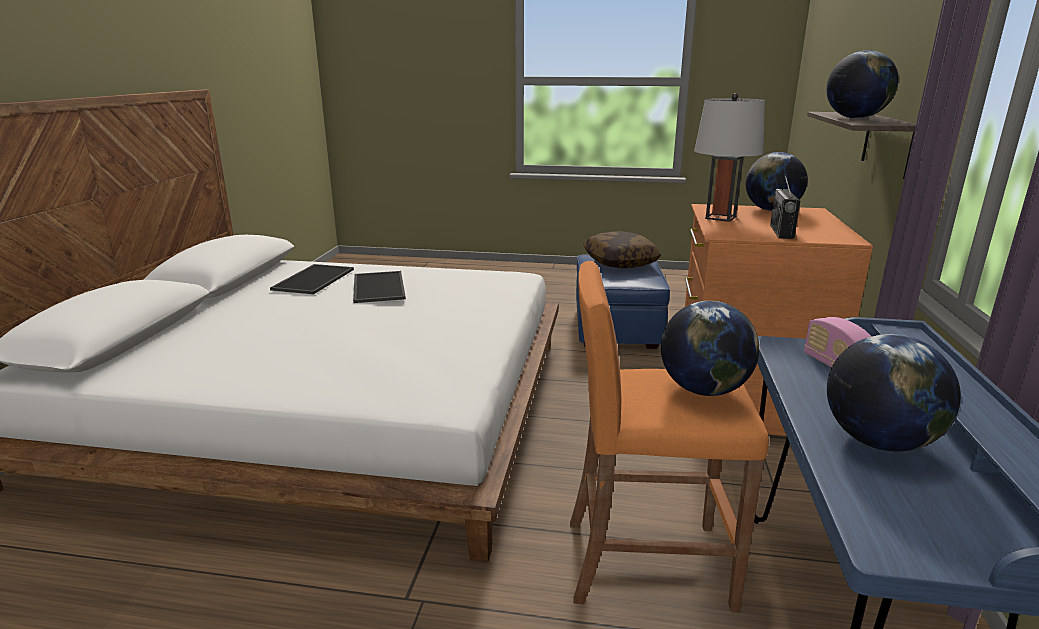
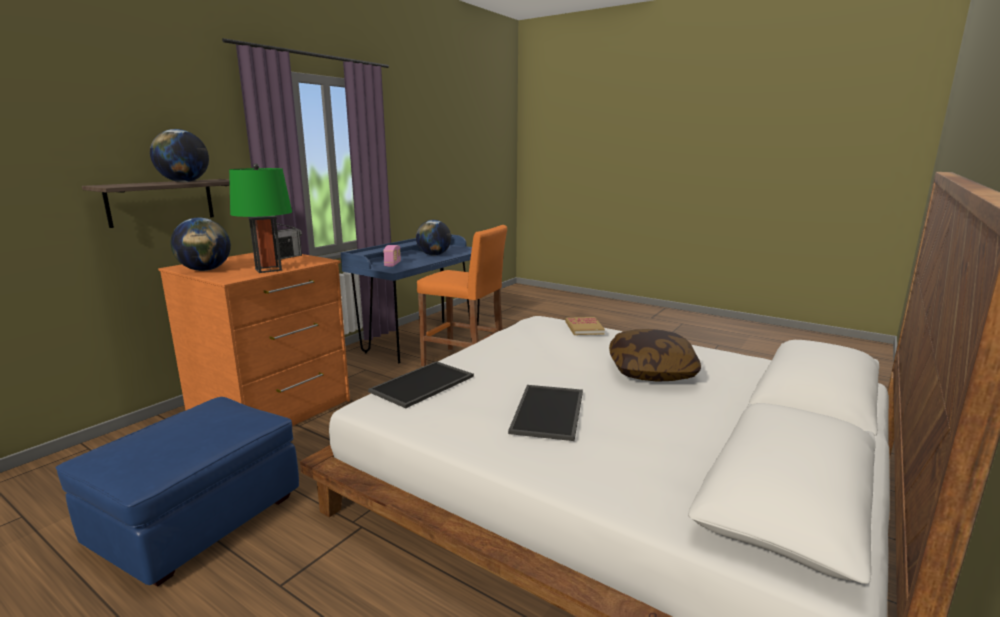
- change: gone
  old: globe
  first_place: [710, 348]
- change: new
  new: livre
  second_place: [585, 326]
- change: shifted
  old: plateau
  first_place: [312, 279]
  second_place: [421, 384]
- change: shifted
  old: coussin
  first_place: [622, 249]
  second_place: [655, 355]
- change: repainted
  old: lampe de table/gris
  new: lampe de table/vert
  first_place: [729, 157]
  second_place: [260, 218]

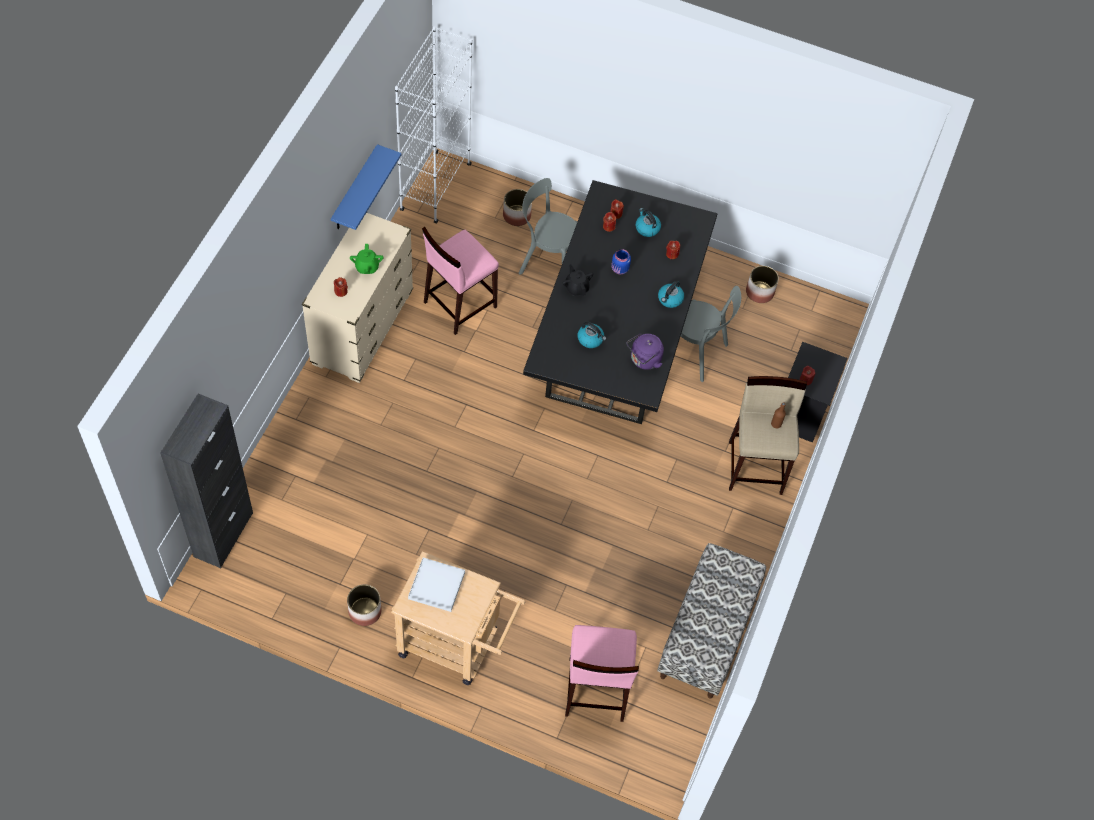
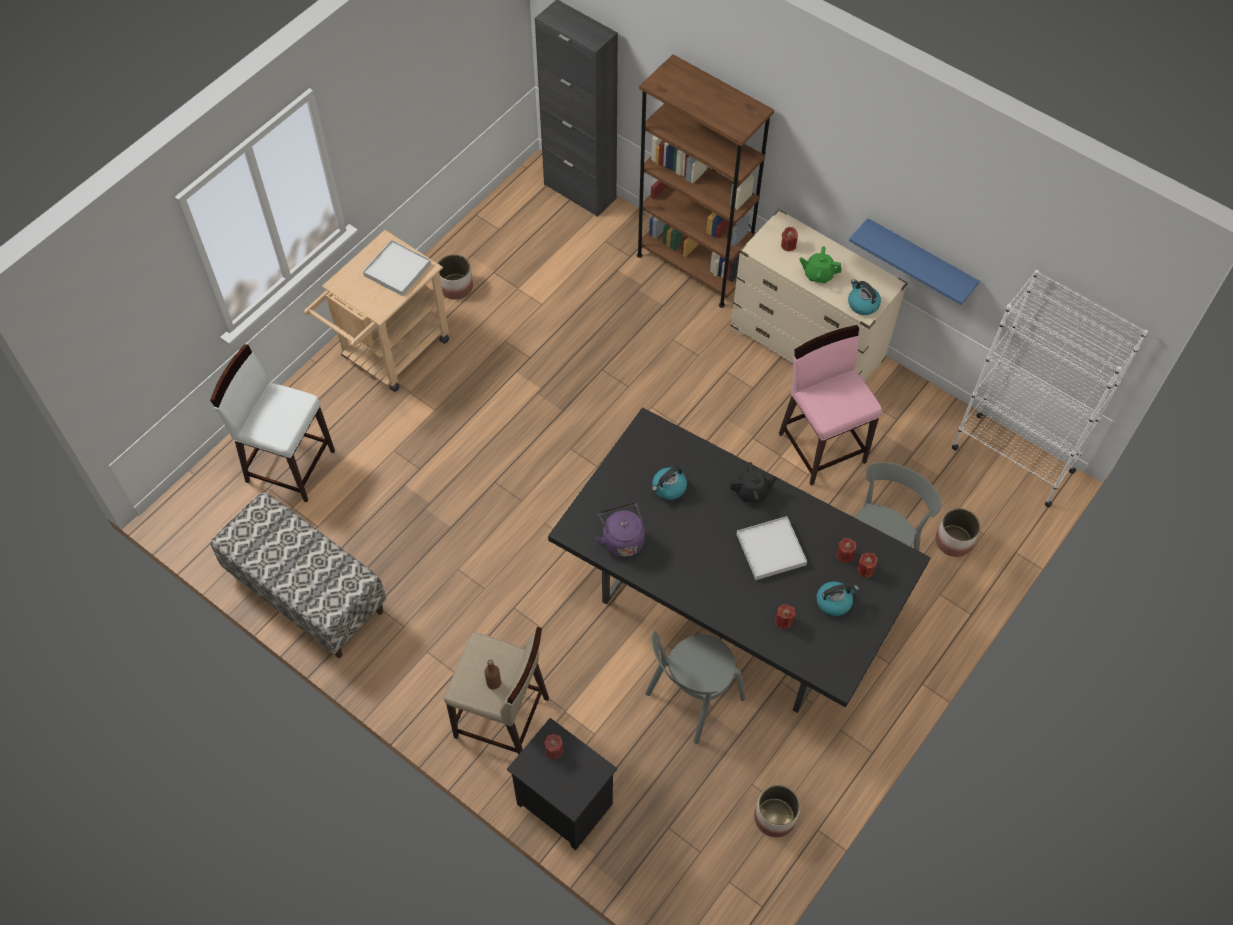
- change: new
  new: bibliothèque/marron
  second_place: [705, 181]
- change: shifted
  old: bouilloire
  first_place: [671, 294]
  second_place: [864, 297]
- change: swapped
  old: bocal/bleu
  new: plateau/blanc
  first_place: [621, 261]
  second_place: [771, 548]
- change: repainted
  old: tabouret/rose
  new: tabouret/blanc
  first_place: [602, 673]
  second_place: [272, 423]

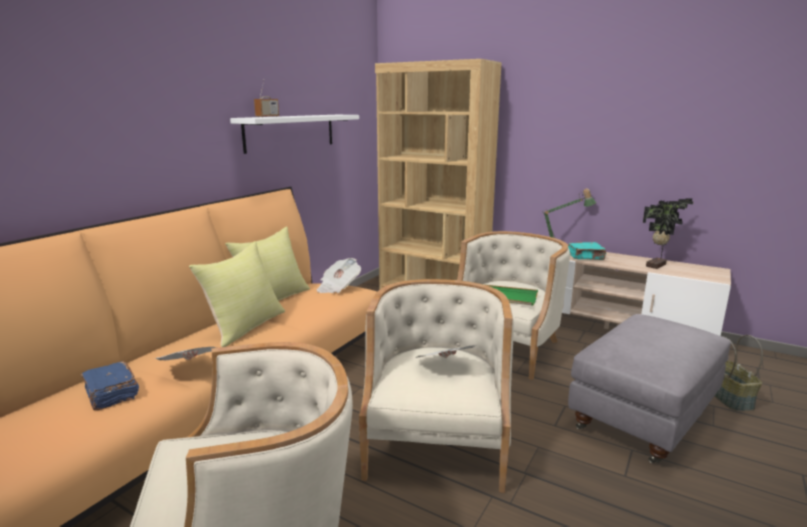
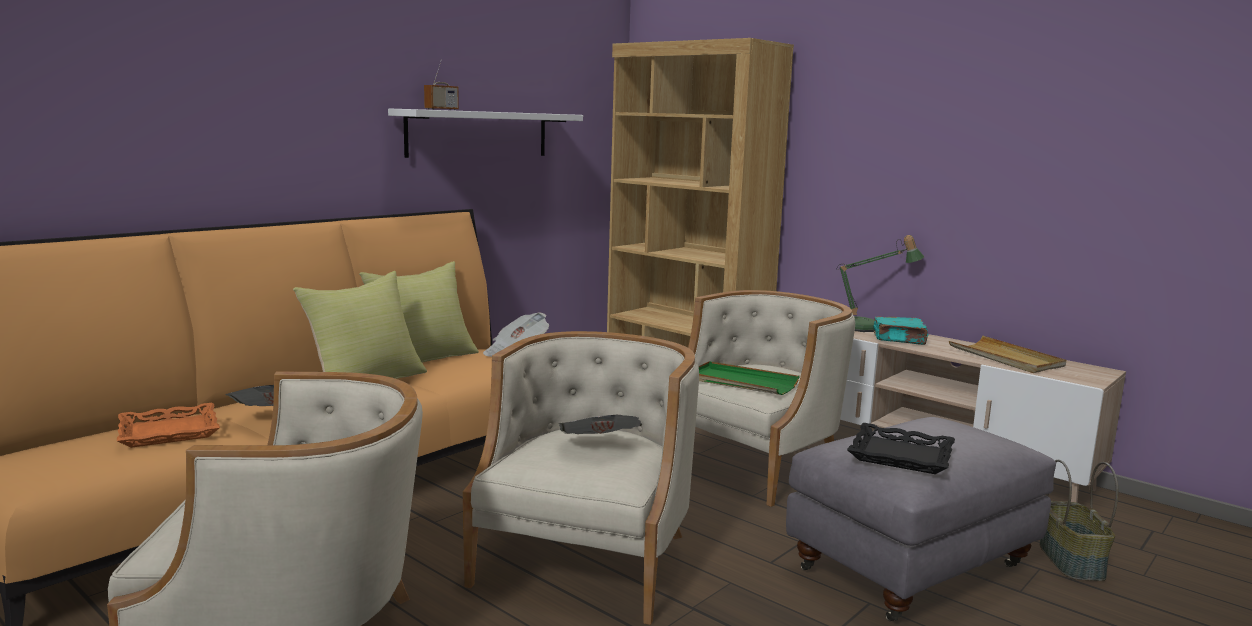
- change: new
  new: plateau/noir
  second_place: [901, 448]
- change: swapped
  old: livre/bleu
  new: plateau/orange
  first_place: [109, 385]
  second_place: [168, 425]
- change: swapped
  old: plante en pot
  new: plateau/beige
  first_place: [668, 233]
  second_place: [1007, 354]

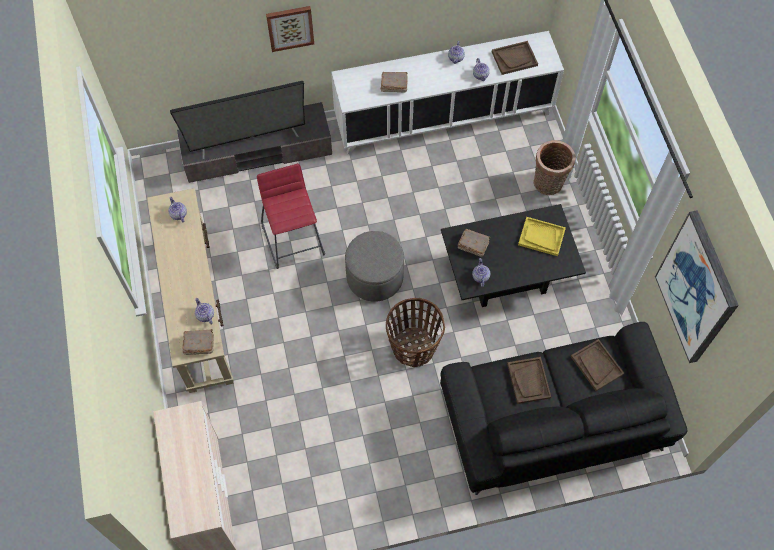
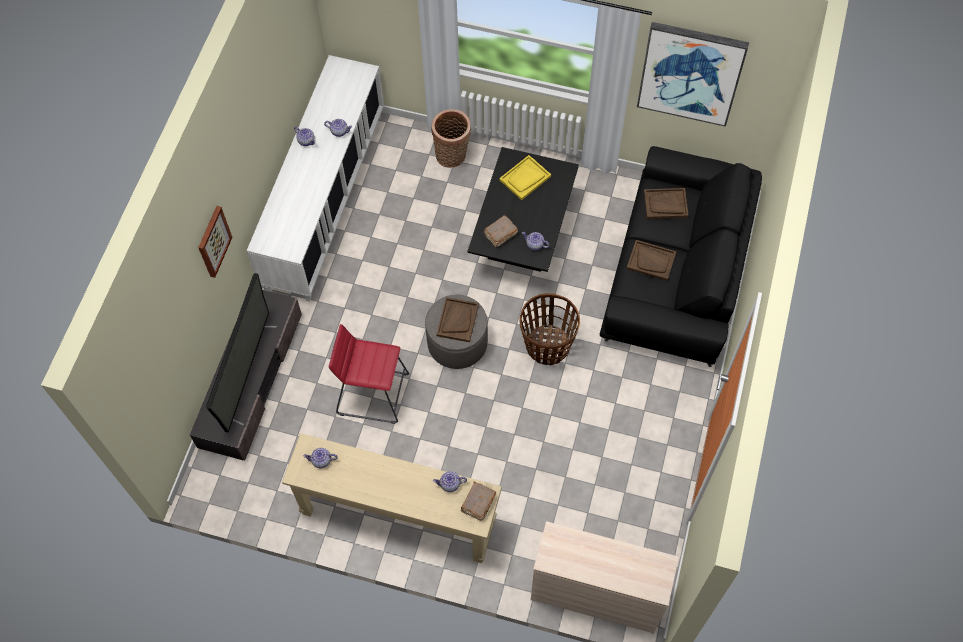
- change: gone
  old: livre/marron
  first_place: [394, 82]
- change: shifted
  old: plateau/marron
  first_place: [515, 58]
  second_place: [457, 319]

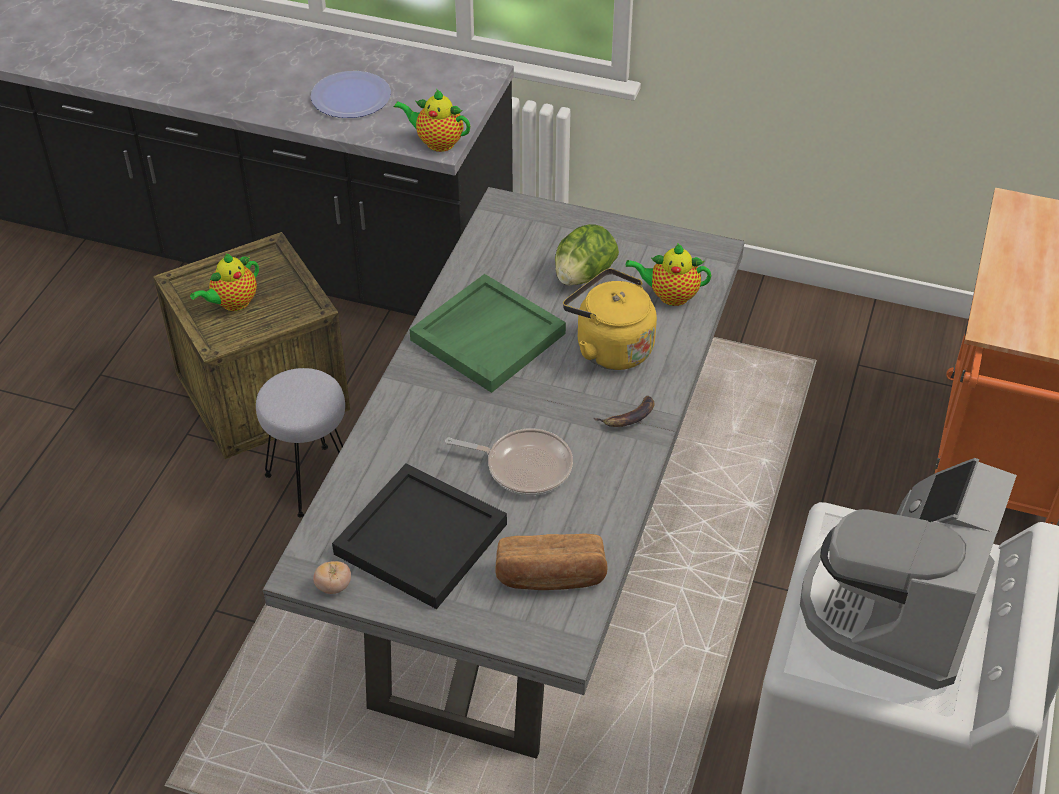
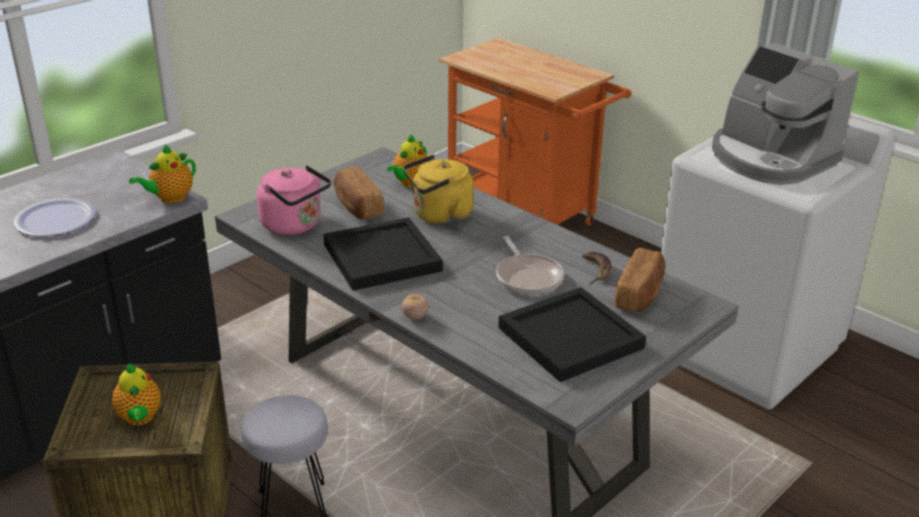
- change: new
  new: bouilloire/rose
  second_place: [294, 200]
- change: shifted
  old: tomate
  first_place: [332, 577]
  second_place: [415, 307]
- change: shifted
  old: banane
  first_place: [624, 411]
  second_place: [597, 268]
- change: swapped
  old: laitue
  new: pain
  first_place: [587, 254]
  second_place: [358, 193]
- change: repainted
  old: plateau/vert
  new: plateau/noir
  first_place: [488, 333]
  second_place: [383, 254]
- change: rotated
  old: poêle
  first_place: [509, 462]
  second_place: [530, 265]
  degrees: 120

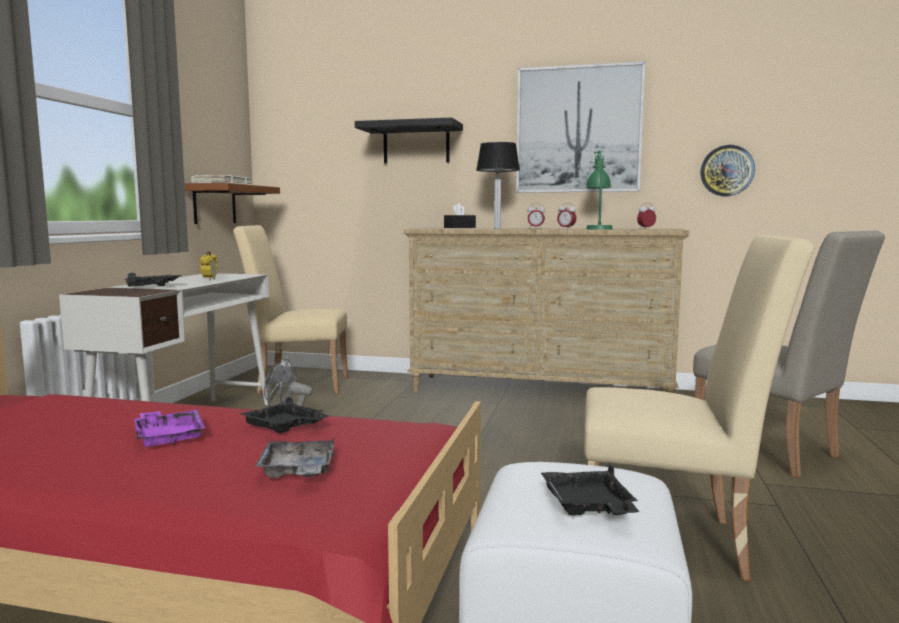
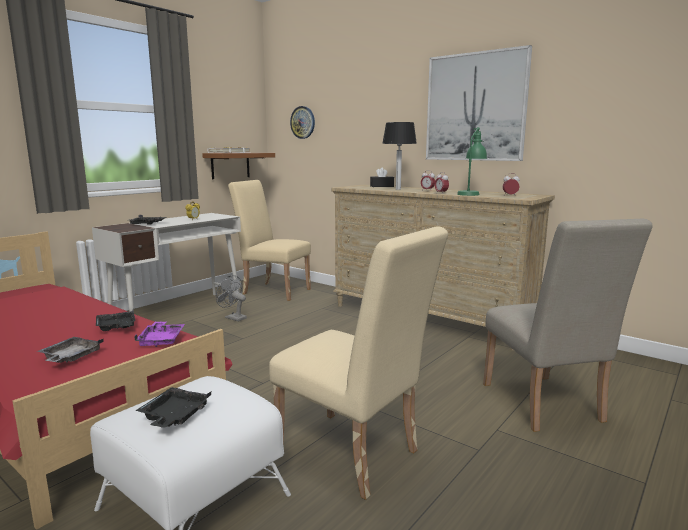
- change: gone
  old: étagère/noir
  first_place: [409, 140]
- change: shifted
  old: plateau/violet
  first_place: [169, 428]
  second_place: [159, 334]
- change: shifted
  old: horloge murale
  first_place: [727, 170]
  second_place: [302, 122]

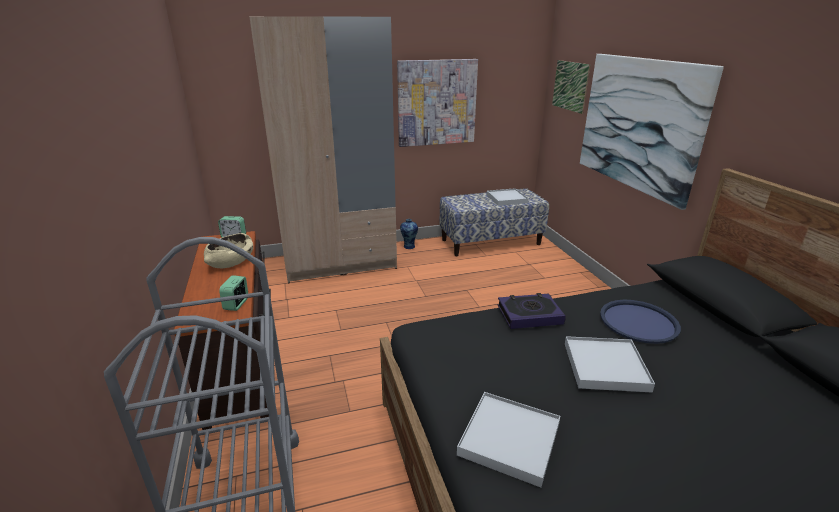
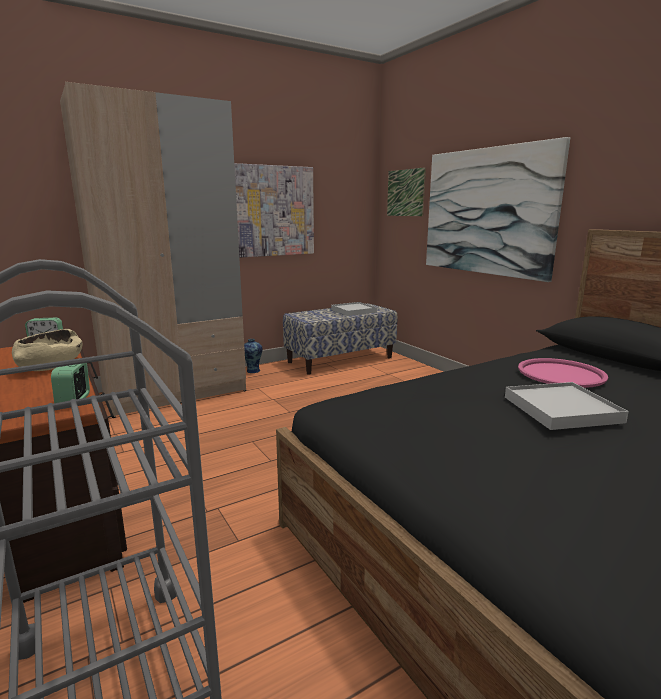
- change: gone
  old: plateau/blanc
  first_place: [508, 440]
- change: gone
  old: livre
  first_place: [531, 311]
- change: repainted
  old: plateau/bleu
  new: plateau/rose
  first_place: [640, 322]
  second_place: [563, 373]

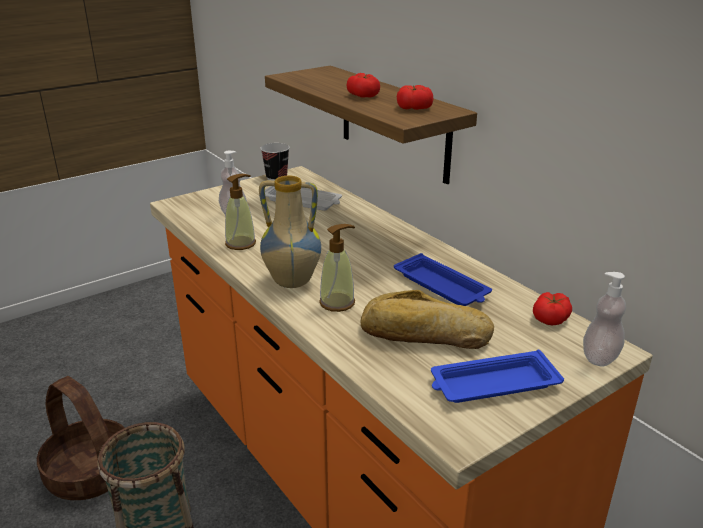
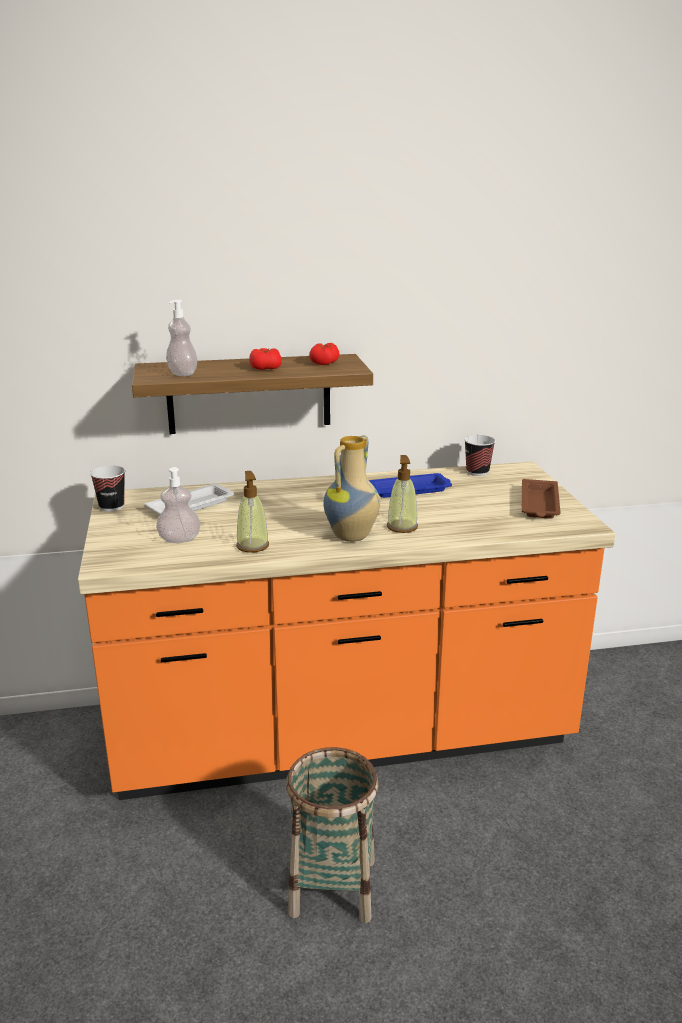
- change: gone
  old: panier
  first_place: [81, 438]
- change: gone
  old: pain
  first_place: [427, 319]
- change: shifted
  old: distributeur de savon
  first_place: [604, 319]
  second_place: [182, 338]
- change: swapped
  old: tomate
  new: tasse
  first_place: [552, 309]
  second_place: [480, 455]
- change: repainted
  old: plateau/bleu
  new: plateau/marron
  first_place: [497, 376]
  second_place: [541, 499]

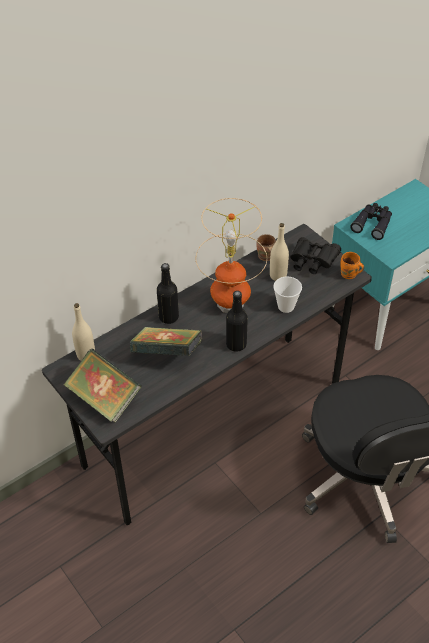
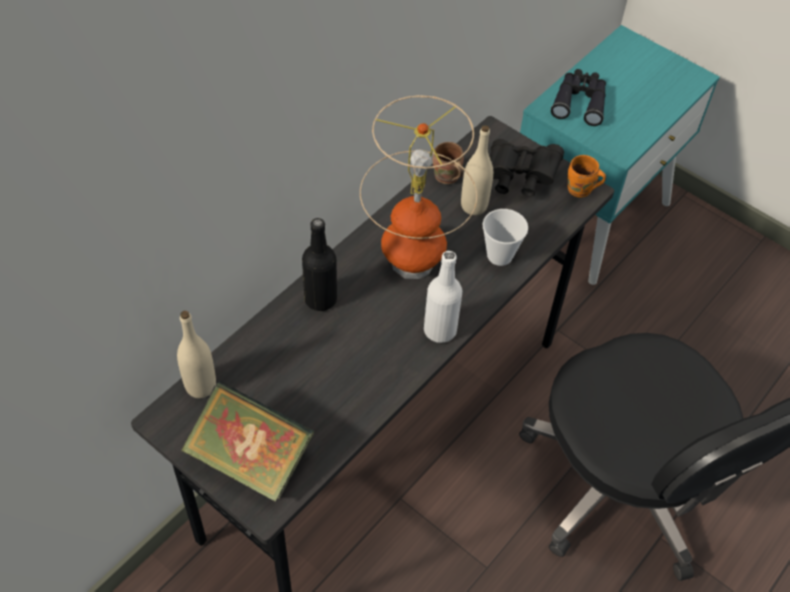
- change: gone
  old: livre
  first_place: [166, 341]
- change: repainted
  old: bouteille/noir
  new: bouteille/blanc
  first_place: [237, 321]
  second_place: [443, 297]

